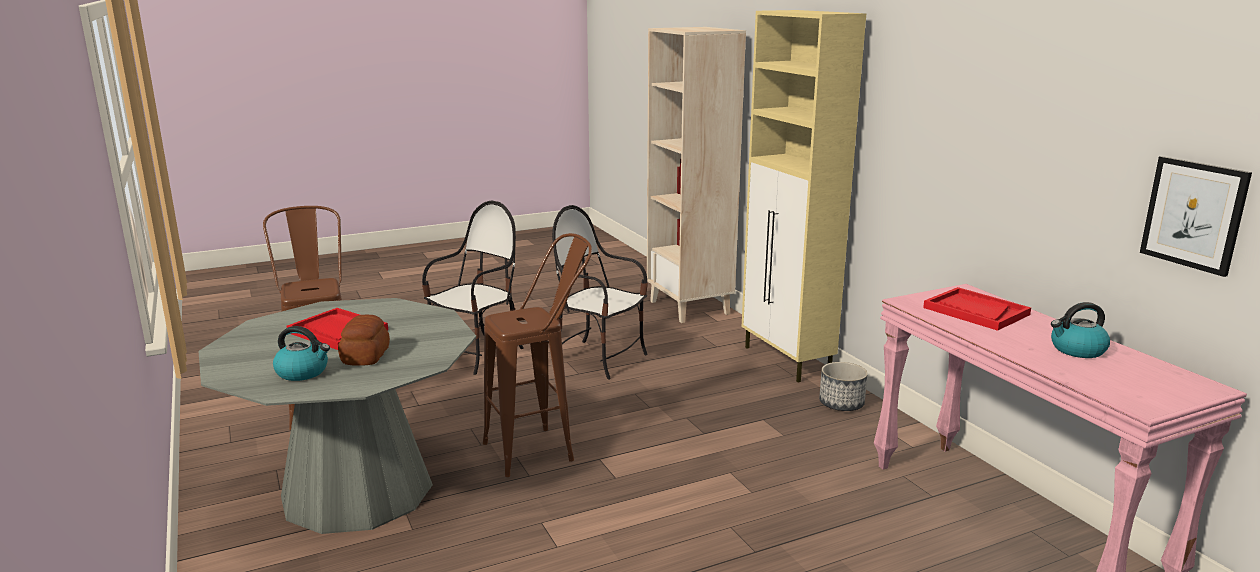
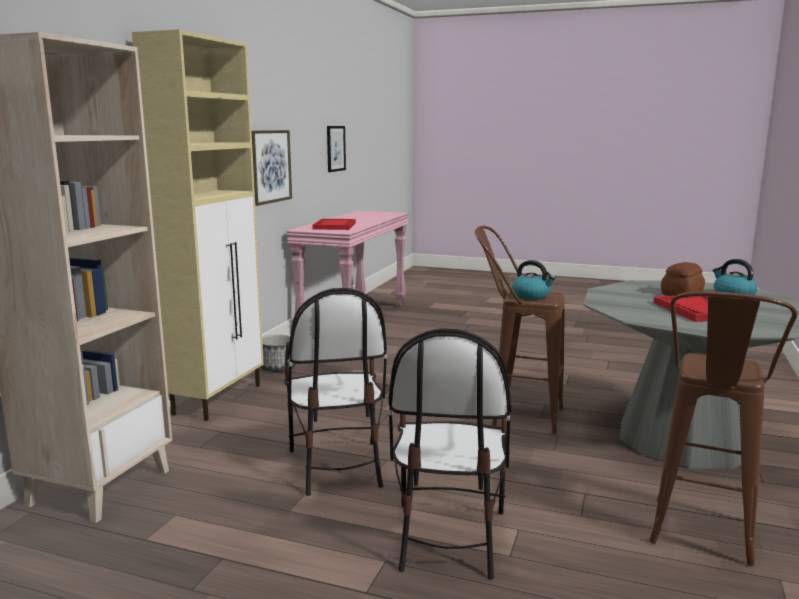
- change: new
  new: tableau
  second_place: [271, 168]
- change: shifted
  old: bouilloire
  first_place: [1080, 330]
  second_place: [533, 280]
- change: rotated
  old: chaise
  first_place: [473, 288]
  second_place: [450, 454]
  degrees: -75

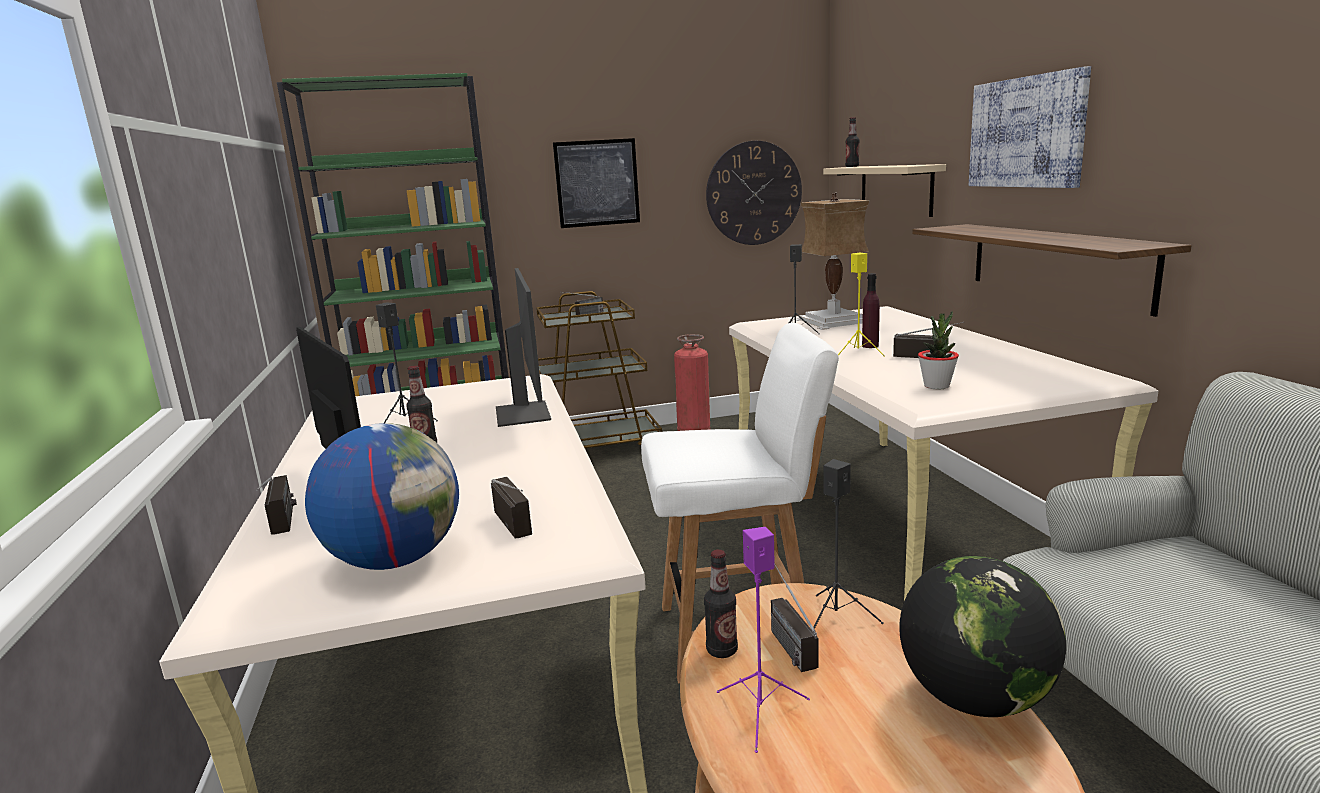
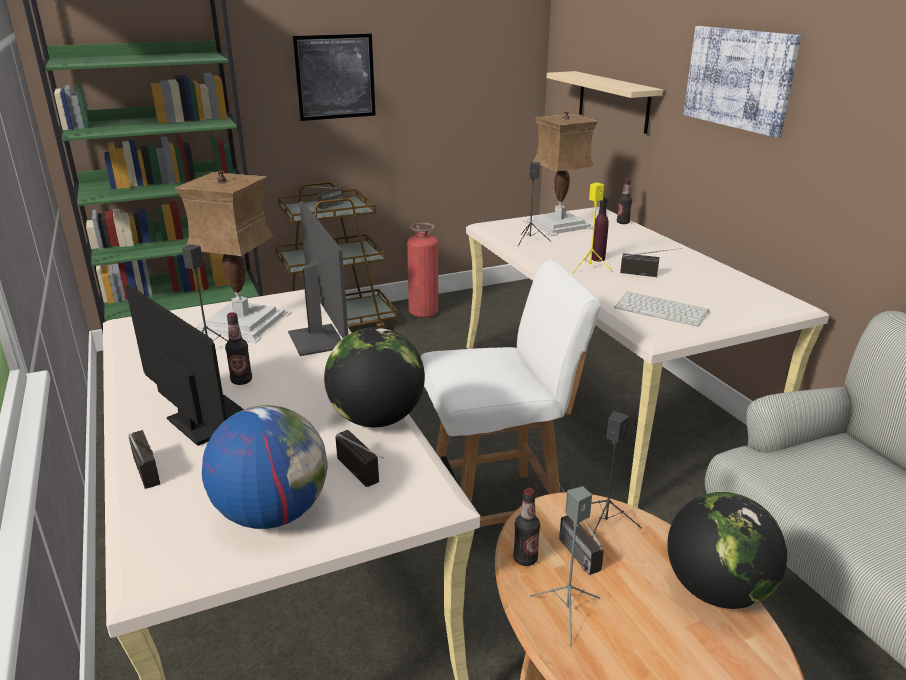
- change: gone
  old: horloge murale
  first_place: [754, 193]
- change: gone
  old: étagère
  first_place: [1052, 270]
- change: new
  new: lampe de table
  second_place: [233, 257]
- change: new
  new: globe
  second_place: [374, 377]
- change: shifted
  old: bouteille
  first_place: [852, 142]
  second_place: [624, 200]
- change: swapped
  old: plante en pot
  new: clavier
  first_place: [938, 350]
  second_place: [662, 309]
- change: repainted
  old: enceinte/violet
  new: enceinte/gris
  first_place: [763, 640]
  second_place: [565, 566]

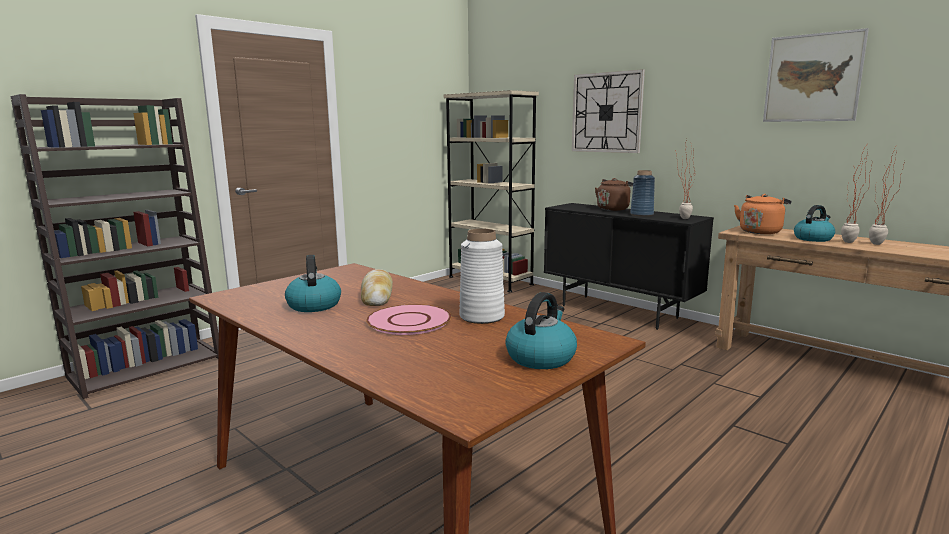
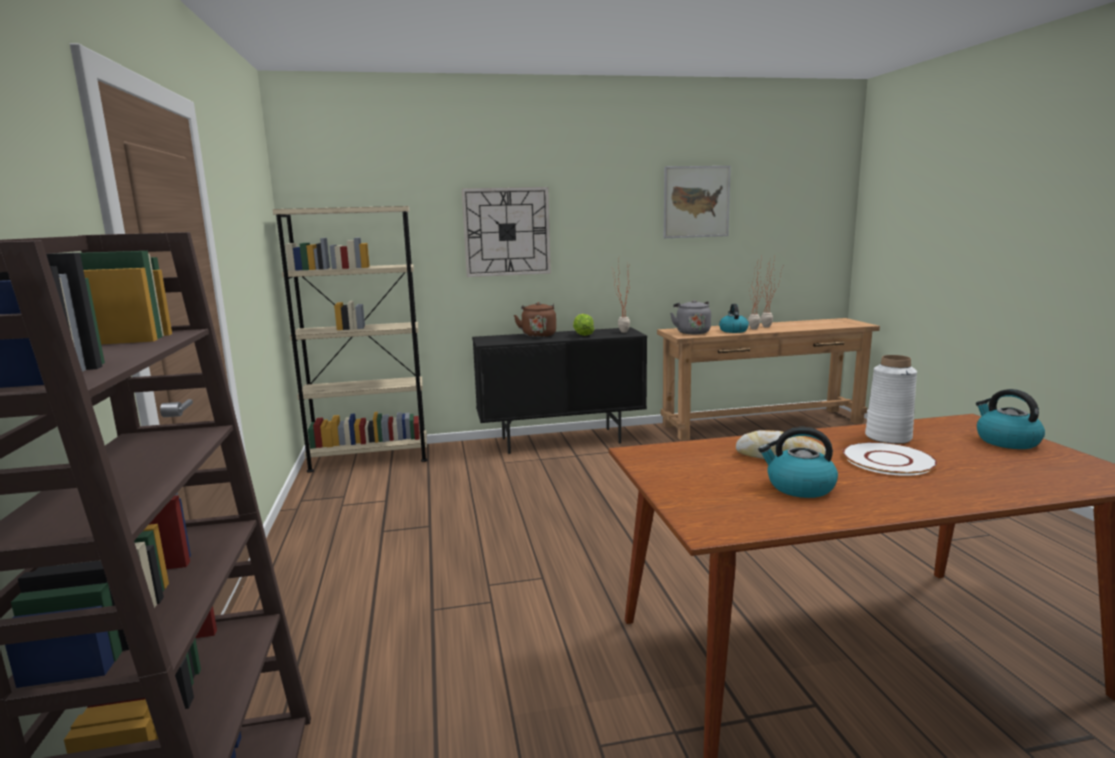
- change: swapped
  old: vase/bleu
  new: laitue
  first_place: [642, 193]
  second_place: [583, 325]
- change: repainted
  old: assiette/rose
  new: assiette/blanc
  first_place: [409, 319]
  second_place: [890, 459]
- change: repainted
  old: bouilloire/orange
  new: bouilloire/gris
  first_place: [762, 214]
  second_place: [690, 317]

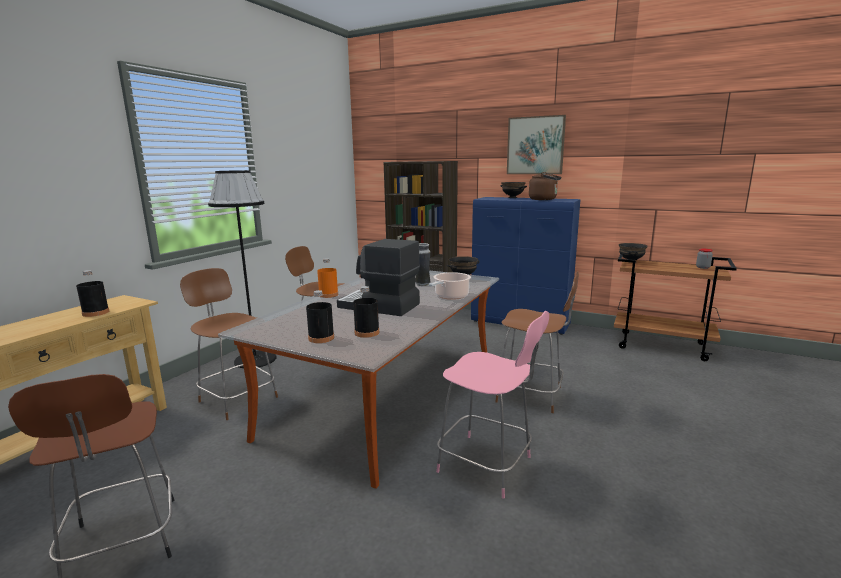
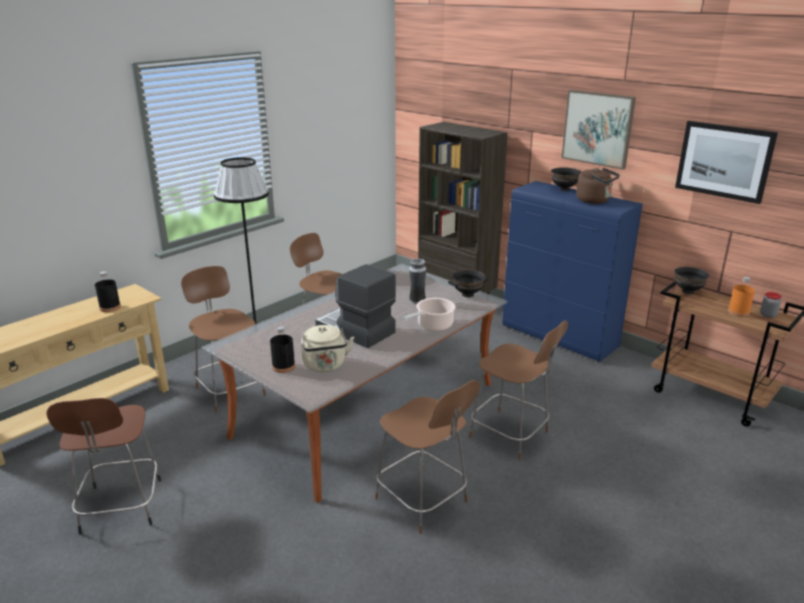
- change: new
  new: tableau
  second_place: [726, 162]
- change: shifted
  old: bouteille/orange
  first_place: [327, 278]
  second_place: [741, 297]
- change: swapped
  old: bouteille/noir
  new: bouilloire/beige
  first_place: [366, 312]
  second_place: [327, 348]
- change: repainted
  old: chaise/rose
  new: chaise/marron
  first_place: [492, 405]
  second_place: [427, 457]

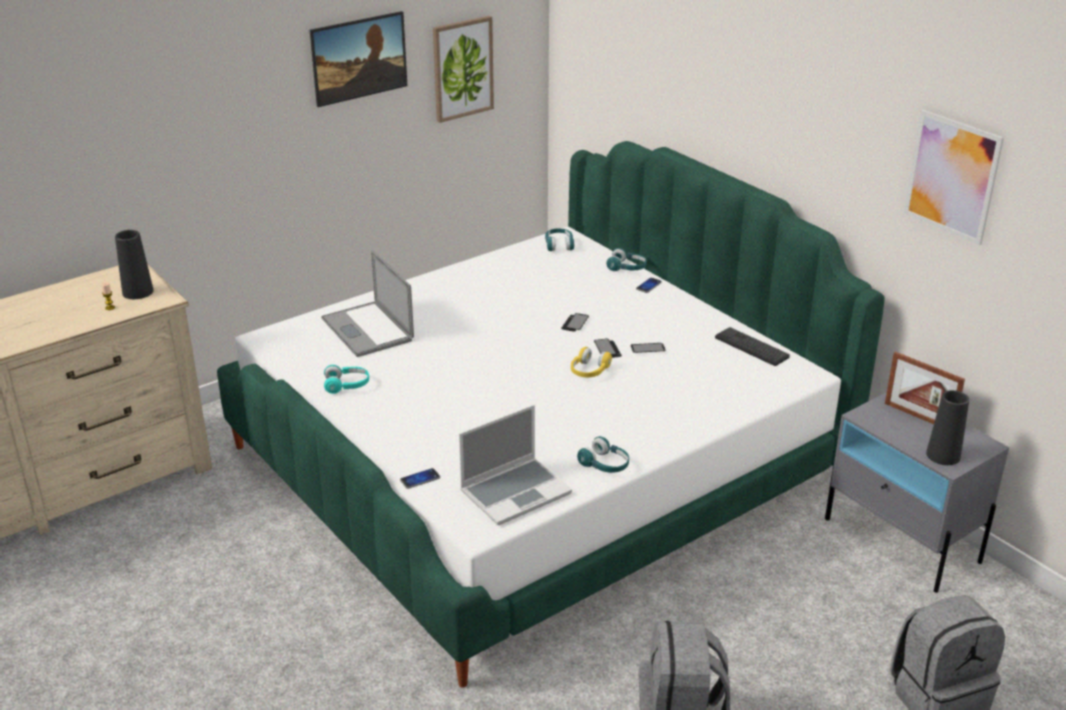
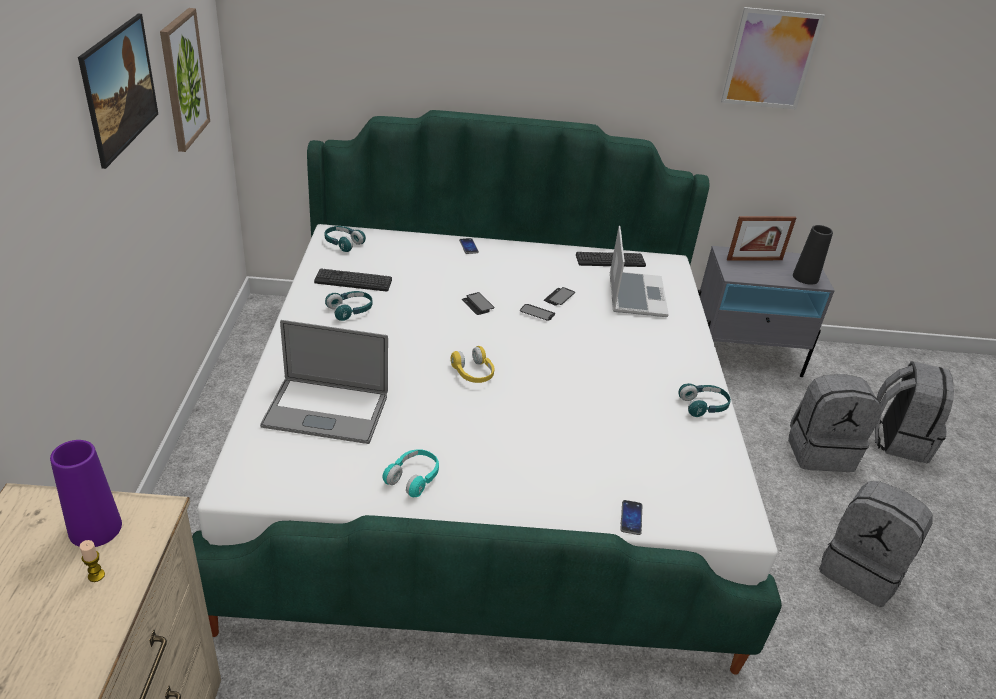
- change: new
  new: clavier
  second_place: [353, 280]
- change: new
  new: sac à dos/gris
  second_place: [834, 423]
- change: shifted
  old: ordinateur portable
  first_place: [515, 465]
  second_place: [639, 271]
- change: shifted
  old: casque audio/jaune
  first_place: [591, 362]
  second_place: [472, 364]
- change: shifted
  old: casque audio/turquoise
  first_place: [626, 259]
  second_place: [348, 306]
- change: repainted
  old: vase/noir
  new: vase/violet
  first_place: [134, 264]
  second_place: [86, 493]

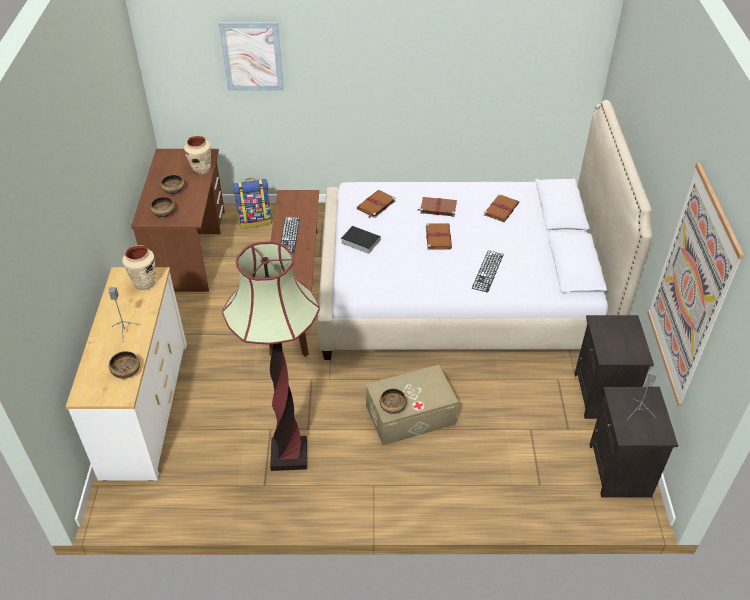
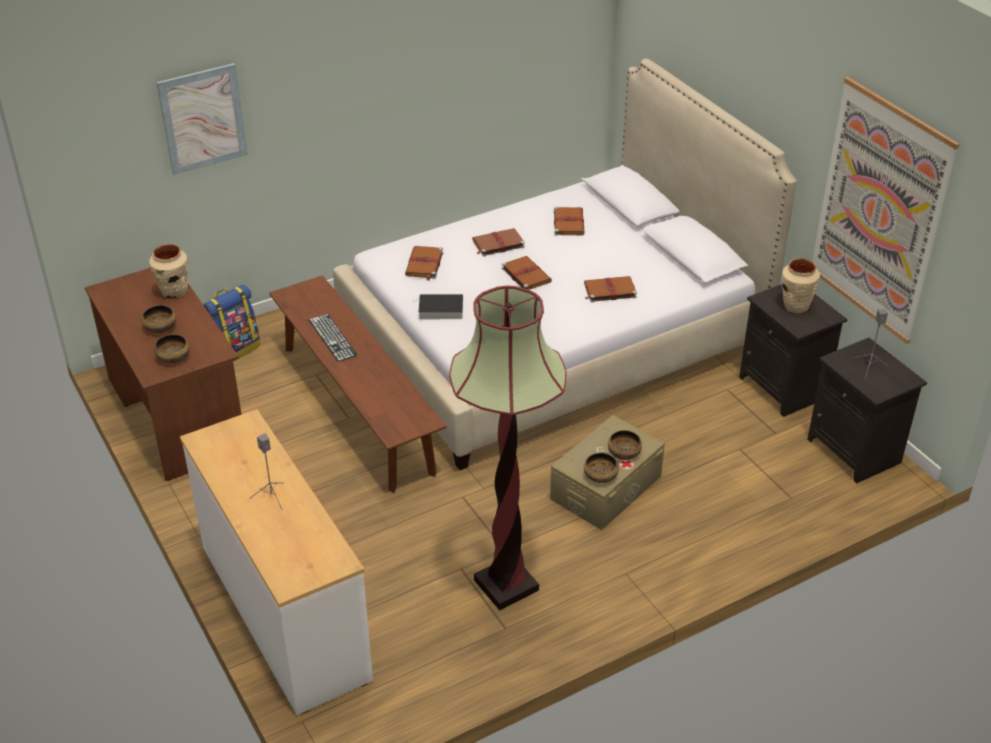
- change: shifted
  old: bol
  first_place: [124, 364]
  second_place: [625, 445]
- change: shifted
  old: vase/beige
  first_place: [139, 267]
  second_place: [801, 285]
- change: swapped
  old: clavier
  new: livre/marron
  first_place: [488, 271]
  second_place: [610, 289]

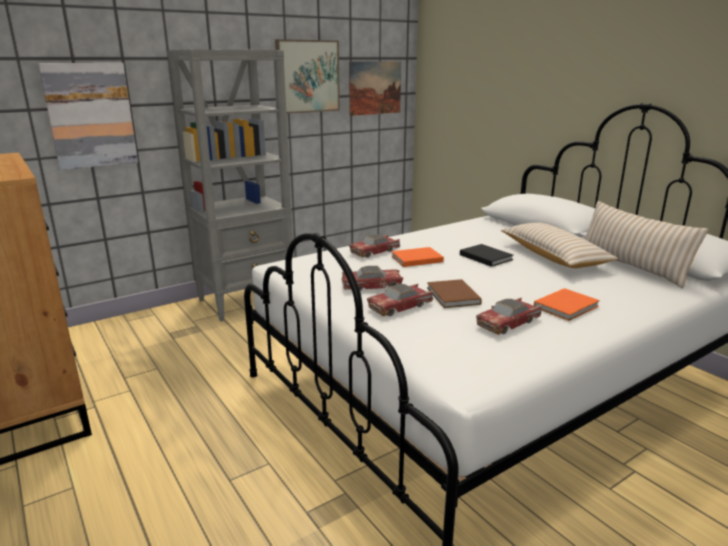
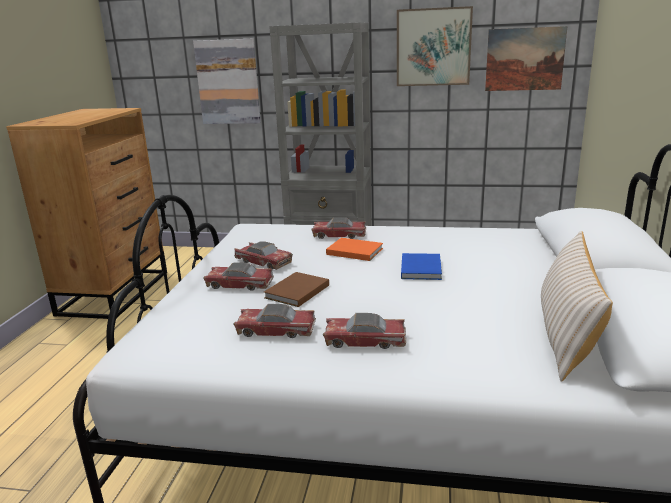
- change: gone
  old: coussin/beige
  first_place: [559, 245]
- change: swapped
  old: livre/orange
  new: petite voiture
  first_place: [567, 304]
  second_place: [364, 331]
- change: repainted
  old: livre/noir
  new: livre/bleu
  first_place: [486, 255]
  second_place: [421, 266]

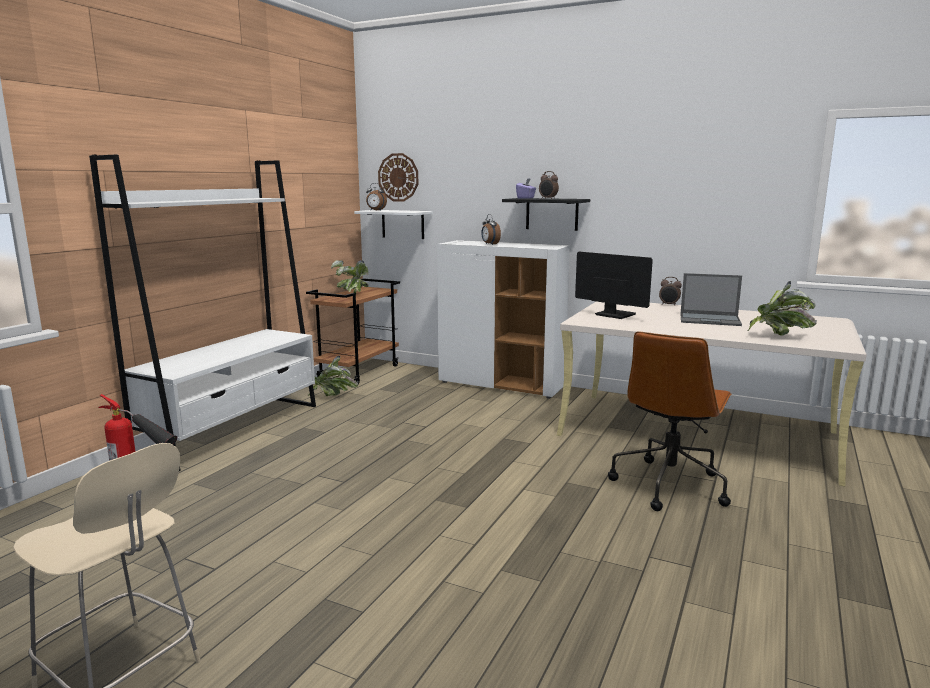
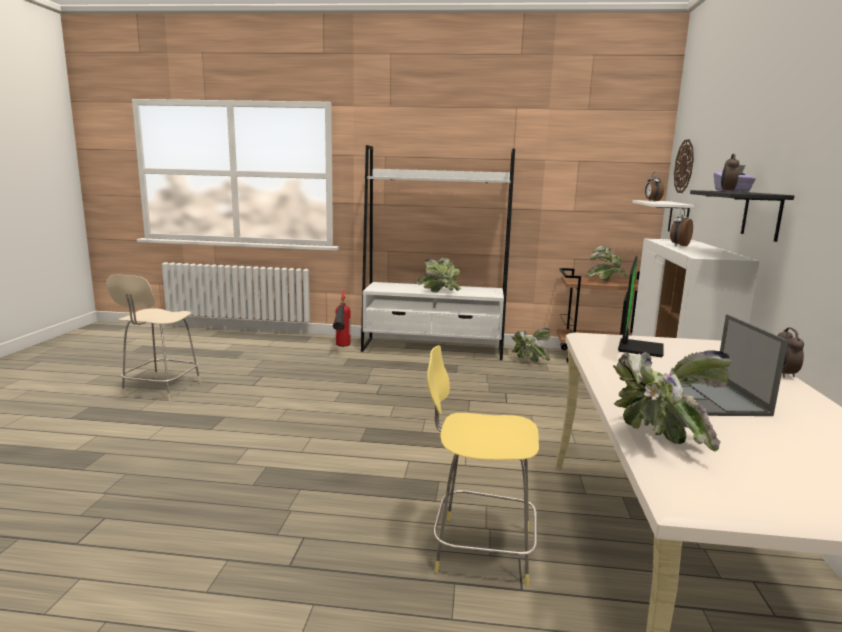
- change: new
  new: plante en pot
  second_place: [438, 274]
- change: swapped
  old: chaise de bureau/marron
  new: tabouret/jaune
  first_place: [670, 421]
  second_place: [483, 466]

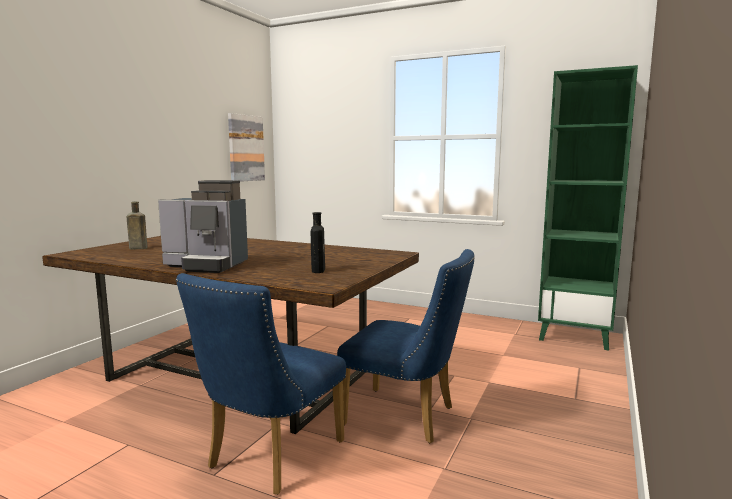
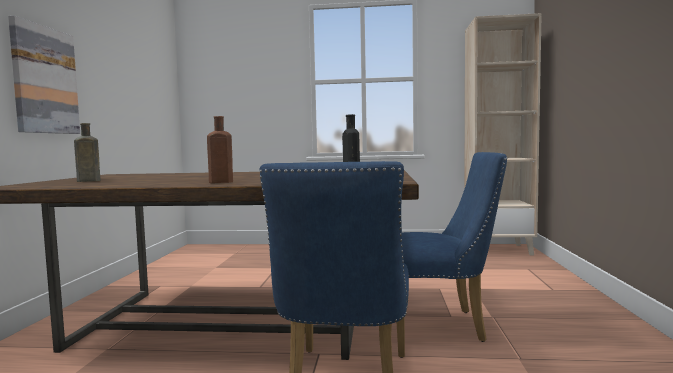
- change: shifted
  old: tableau
  first_place: [246, 147]
  second_place: [44, 74]
- change: swapped
  old: machine à café
  new: bouteille/marron
  first_place: [203, 226]
  second_place: [220, 149]
- change: repainted
  old: bibliothèque/vert
  new: bibliothèque/beige
  first_place: [588, 208]
  second_place: [503, 134]

